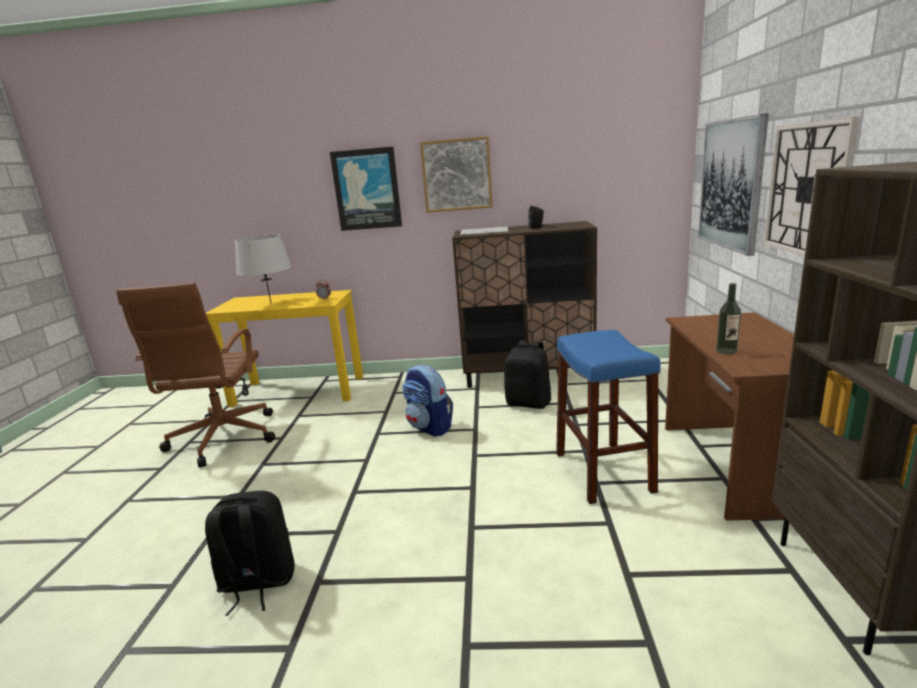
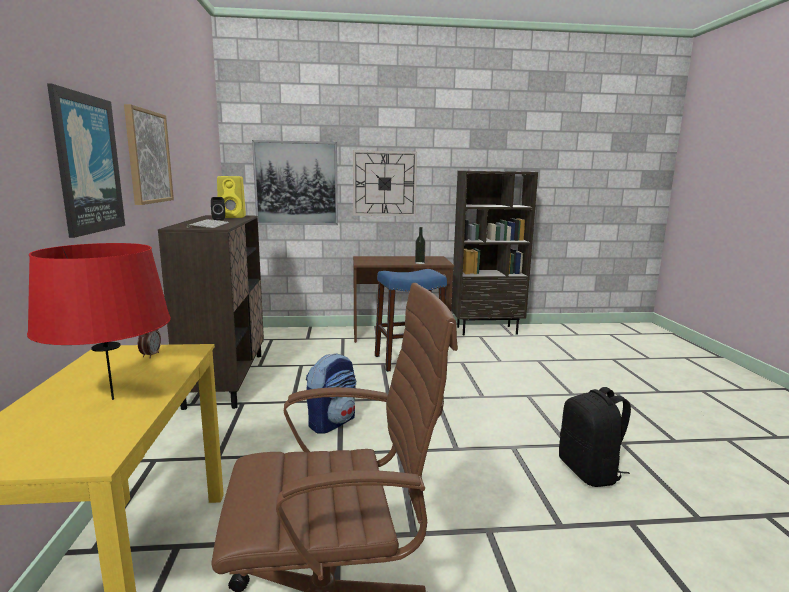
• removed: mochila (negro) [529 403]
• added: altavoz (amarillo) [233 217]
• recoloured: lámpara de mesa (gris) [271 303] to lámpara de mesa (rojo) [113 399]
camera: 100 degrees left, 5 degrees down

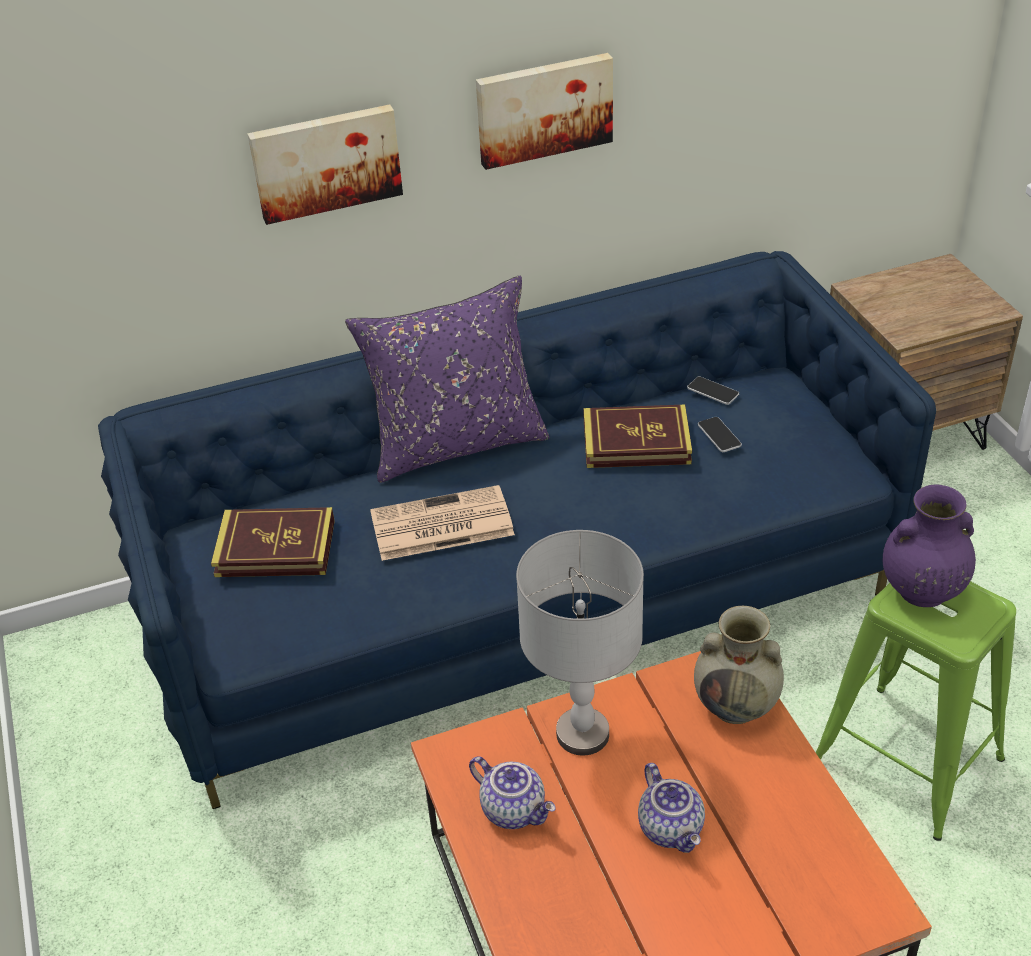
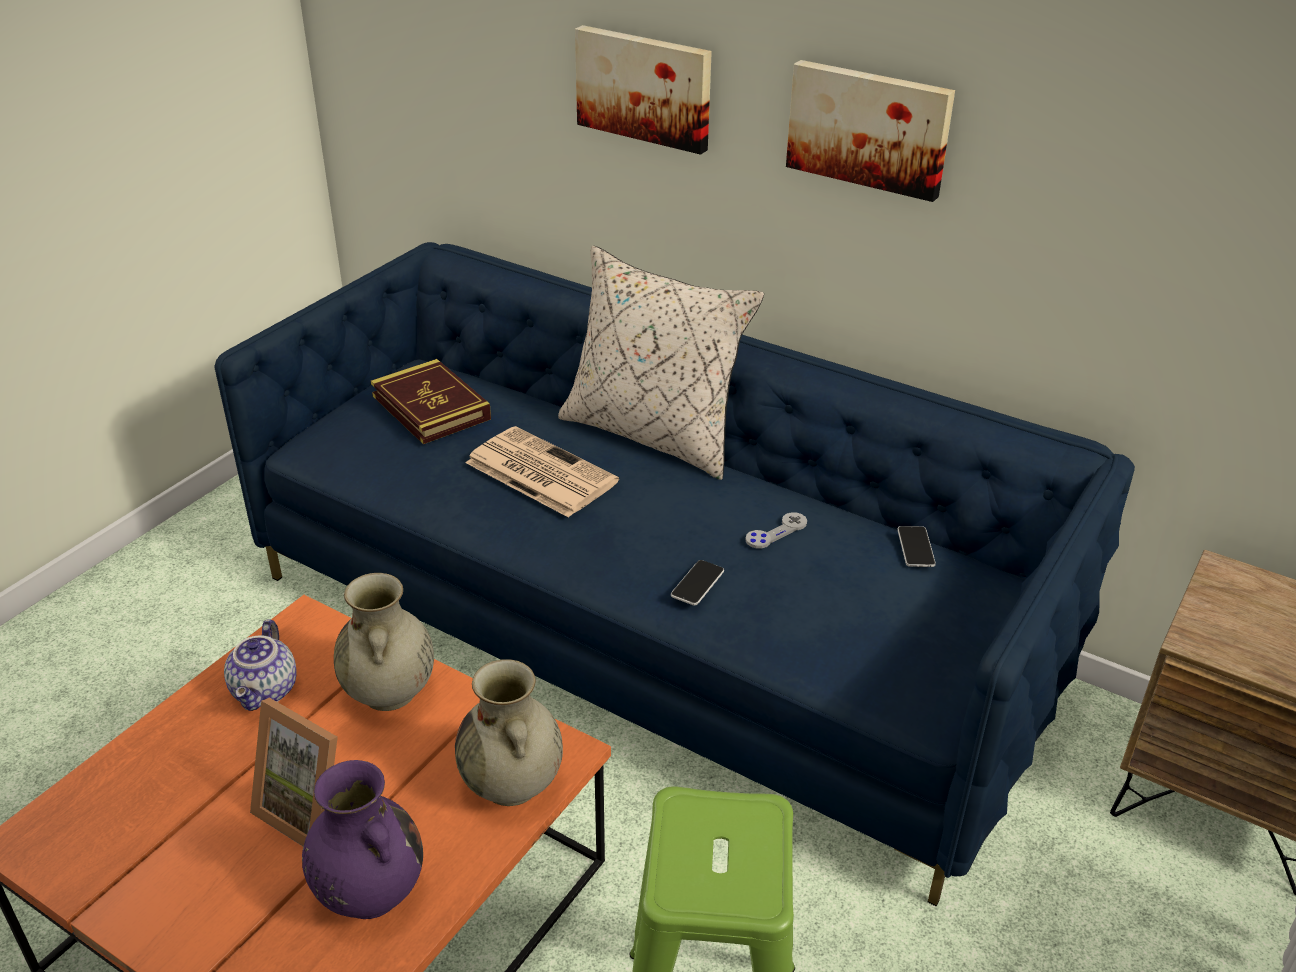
• moved: móvil [719 435] to [697 584]
• moved: florero (morado) [921 591] to [369 891]
• replaced: lámpara de mesa (gris) [583 734] to florero (beis) [389 693]
• replaced: libro [636 442] to mando de consola (gris) [776 532]
• replaced: tetera [672 828] to portarretratos [311 809]
• recoloured: cojín (morado) [456 444] to cojín (beis) [654 434]
camera: 50 degrees right, 5 degrees down

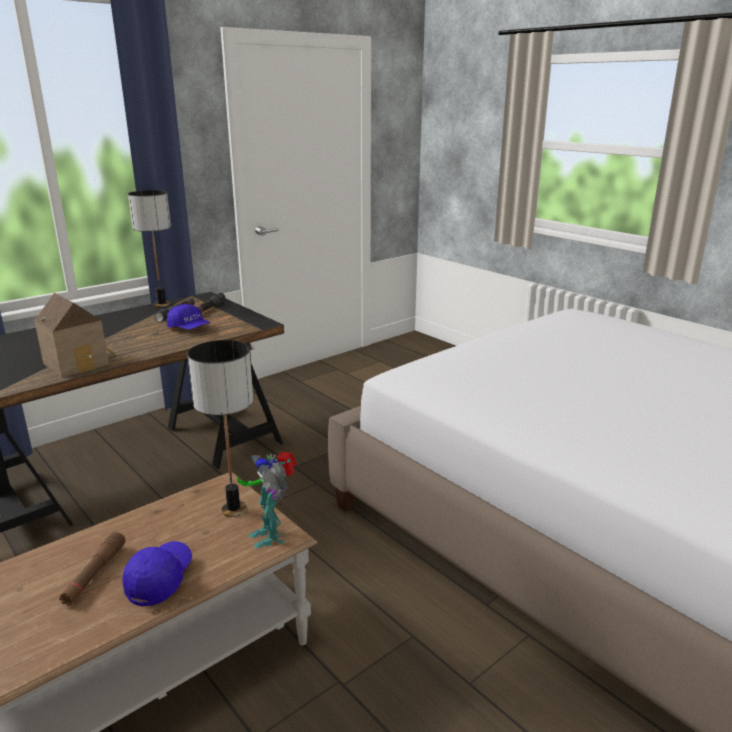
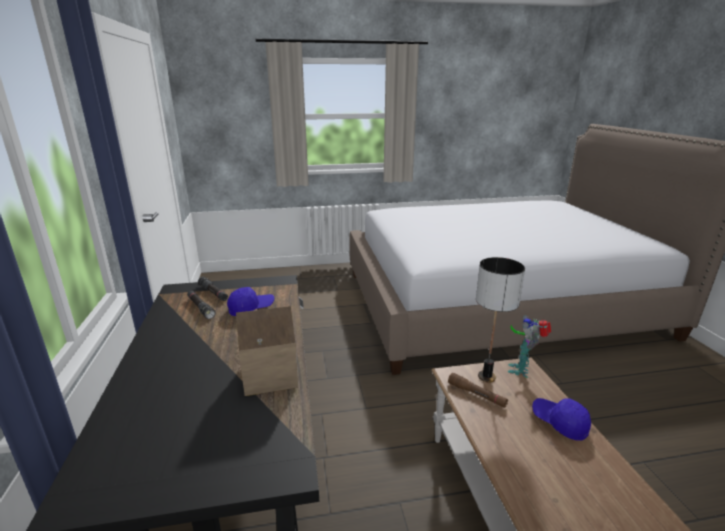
• removed: lámpara de mesa [161 304]
• moved: linterna (marrón) [94 574] to [476 394]
• turned: robot de juguete [270 534] = [521 369] 105 degrees clockwise
camera: 60 degrees left, 0 degrees up

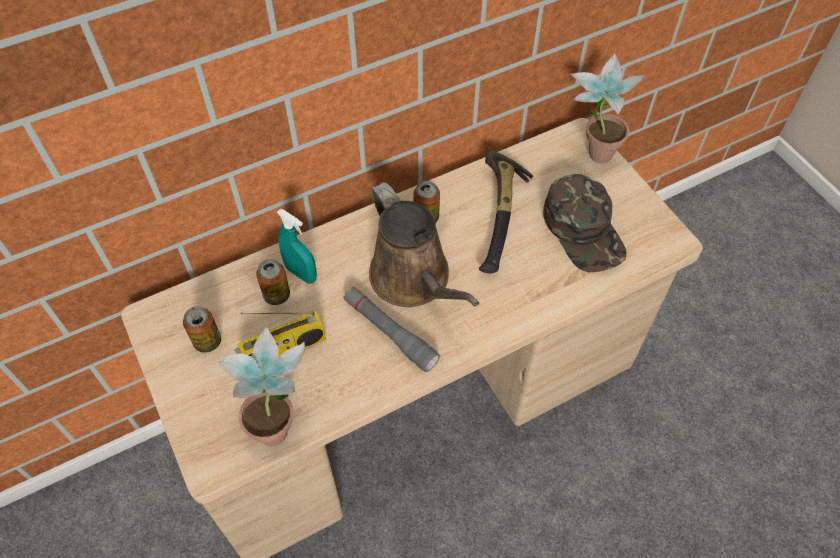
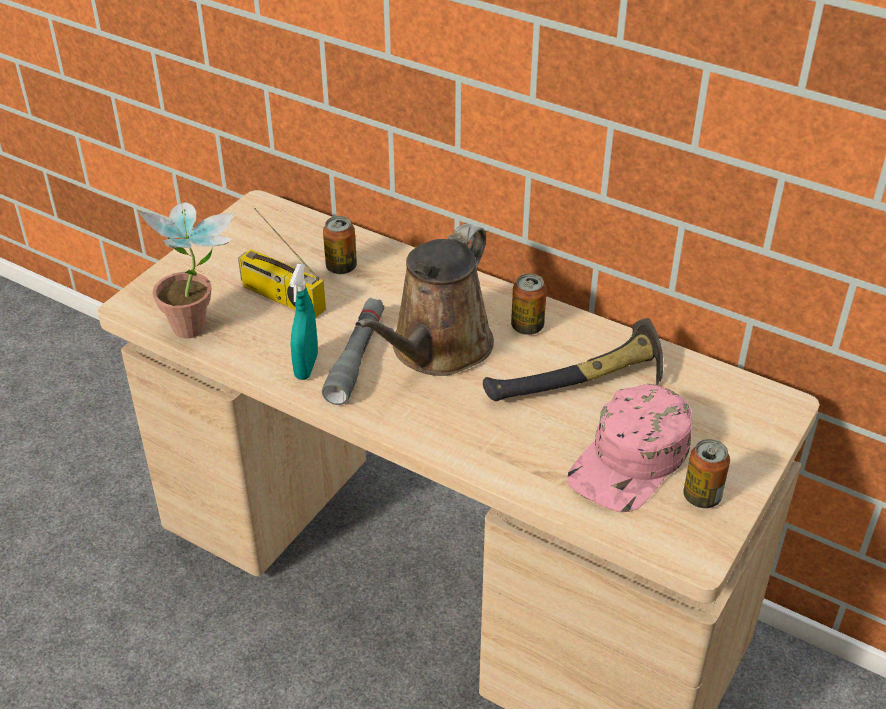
• removed: planta en maceta [591 153]
• moved: lata [207 341] to [702 496]
• moved: pulverizador (turquesa) [301 273] to [306 366]
• recoloured: gorra (verde) [584 230] to gorra (rosa) [631 460]
camera: 60 degrees right, 15 degrees down

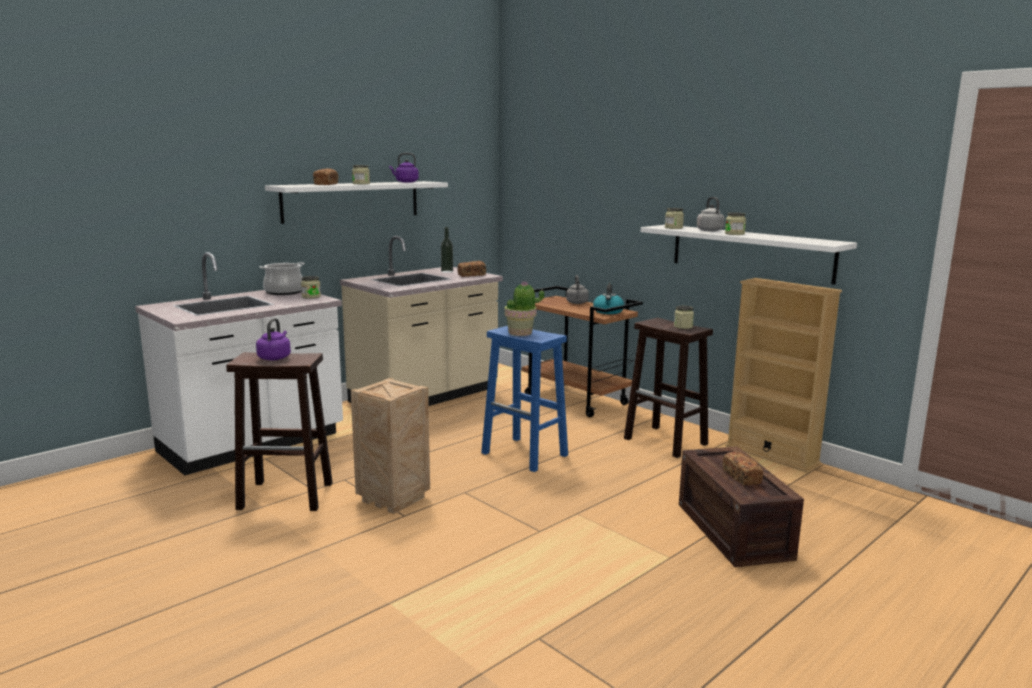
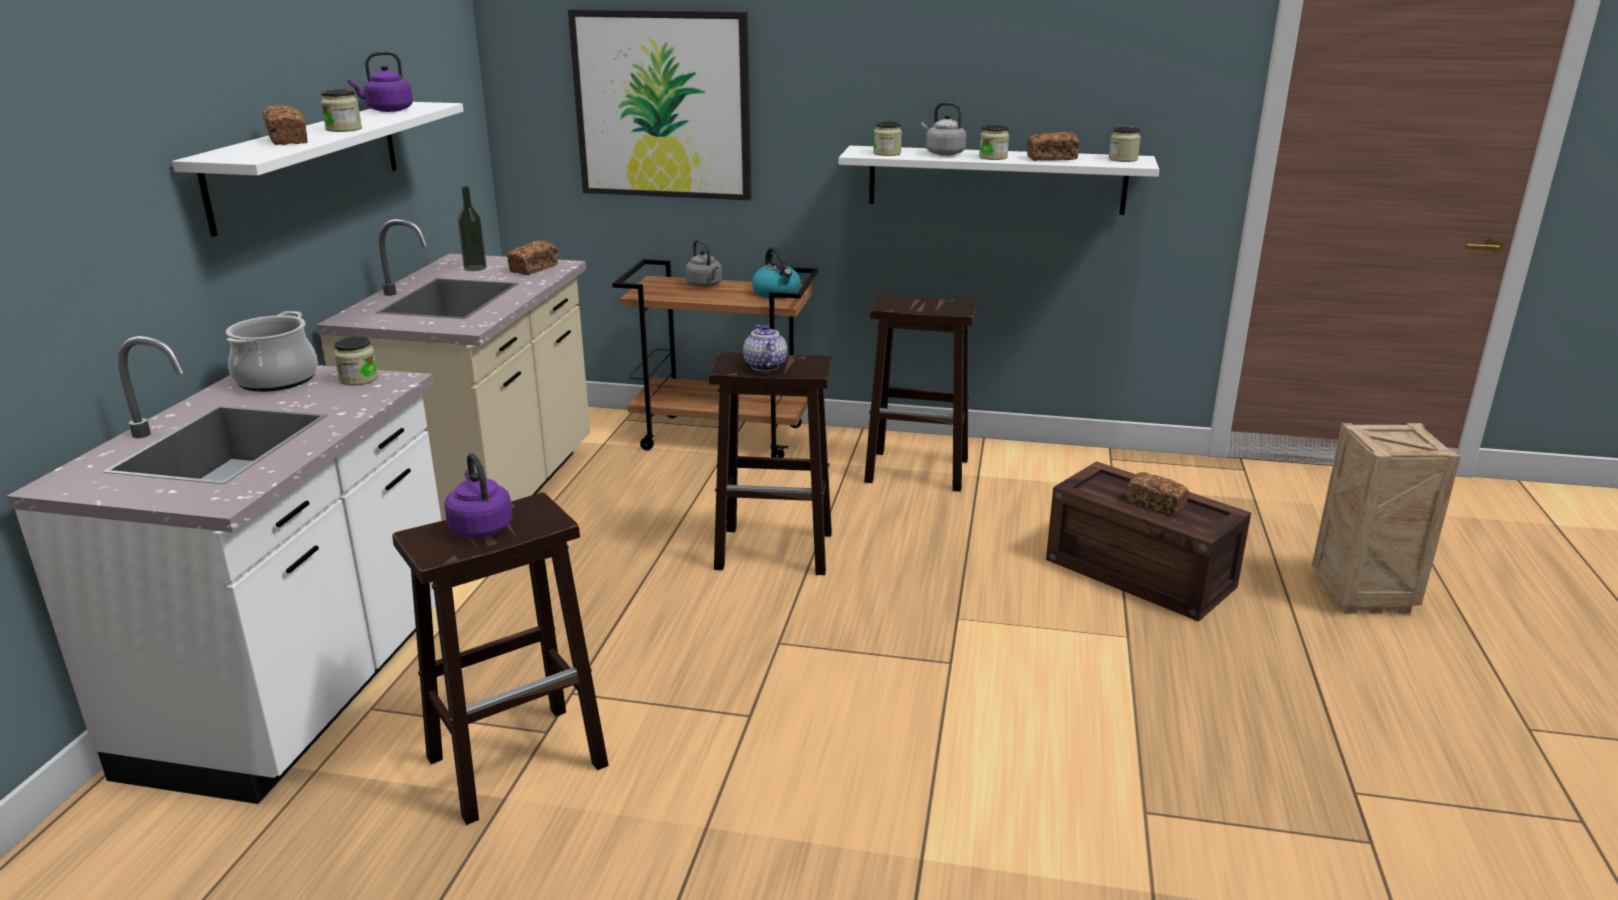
• removed: estantería (beis) [772 455]
• added: cuadro [663 105]
• added: pan [1052 158]
• moved: caja de embalaje [391 499] to [1361 596]
• moved: tarro [683 326] to [1123 159]
• replaced: planta en maceta [520 333] to tetera [764 366]
• recoloured: taburete (azul) [526 454] to taburete (marrón) [776 550]
camera: 35 degrees left, 10 degrees up

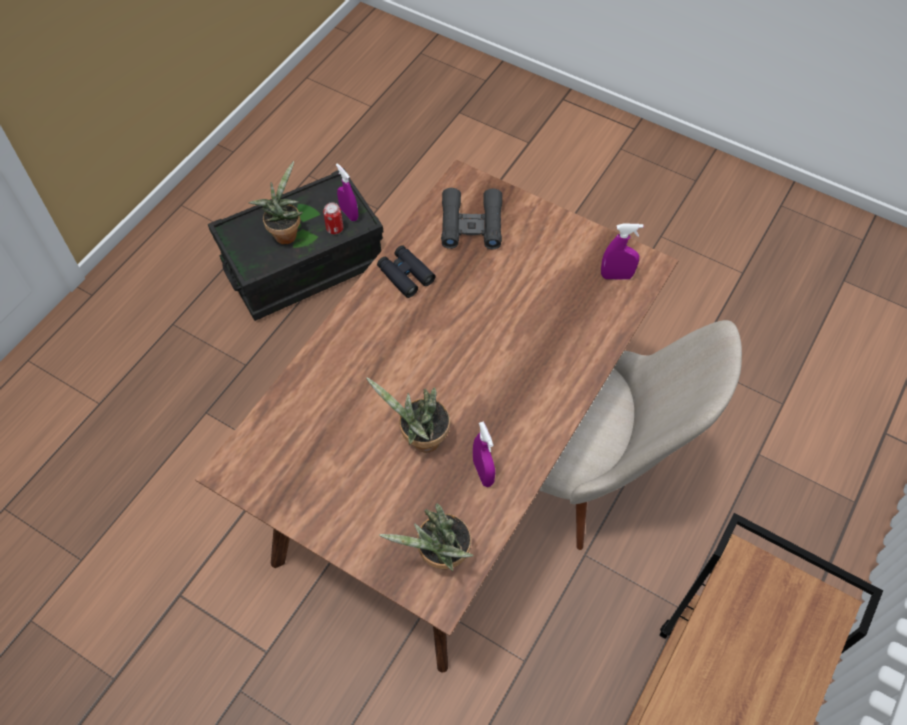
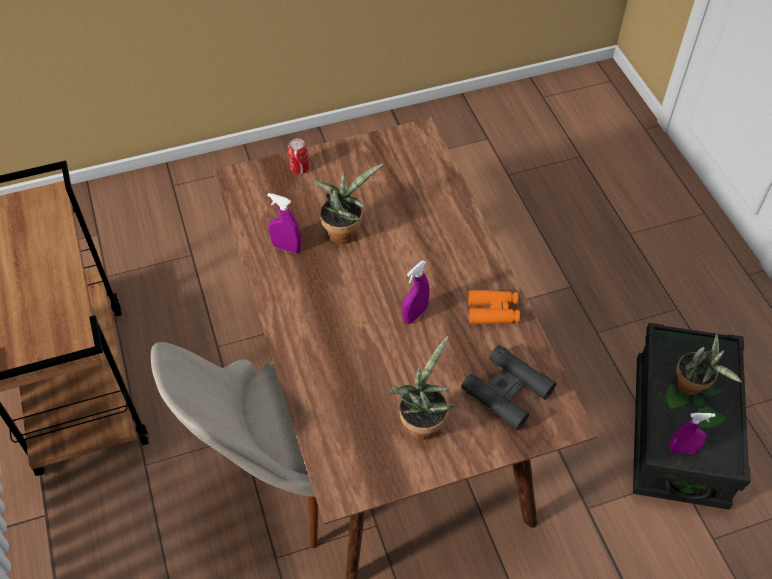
• moved: lata [334 228] to [299 169]
• moved: planta en maceta [440 558] to [422 422]
• moved: pulverizador (morado) [616 276] to [415 314]
• recoloured: prismáticos (negro) [405 275] to prismáticos (naranja) [493 311]
camera: 130 degrees right, 5 degrees down

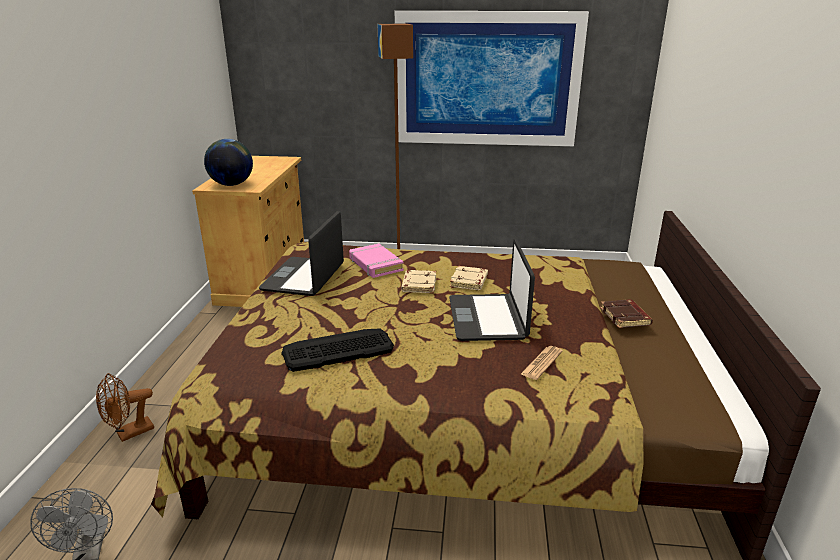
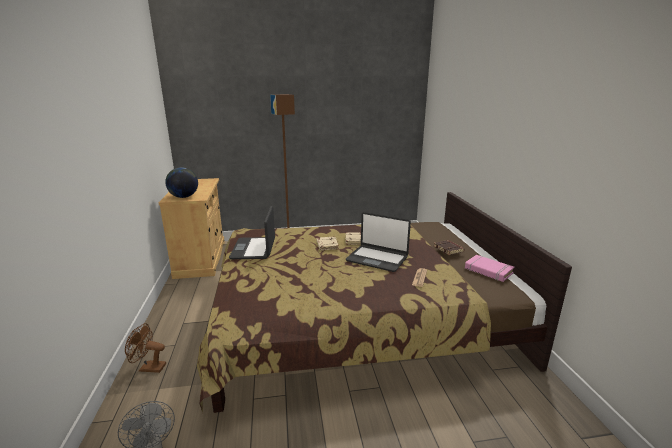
• removed: teclado [337 349]
• removed: cuadro [487 79]
• moved: libro (rosa) [375 264] to [488 271]
• turned: ventilador (marrón) [129 433] = [148 368] 60 degrees clockwise
• turned: portátil [488 318] = [377 258] 45 degrees counterclockwise
camera: 15 degrees left, 5 degrees down

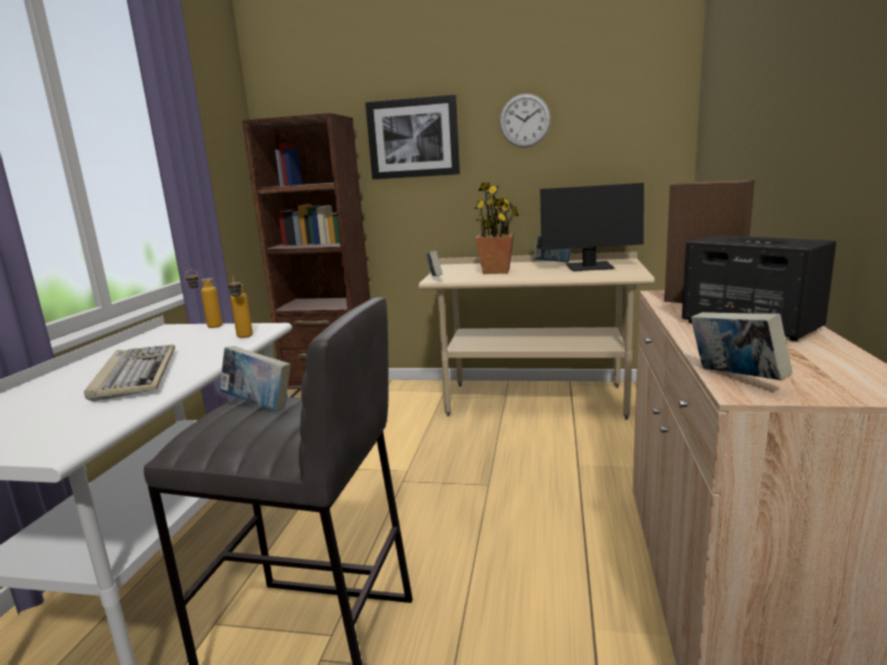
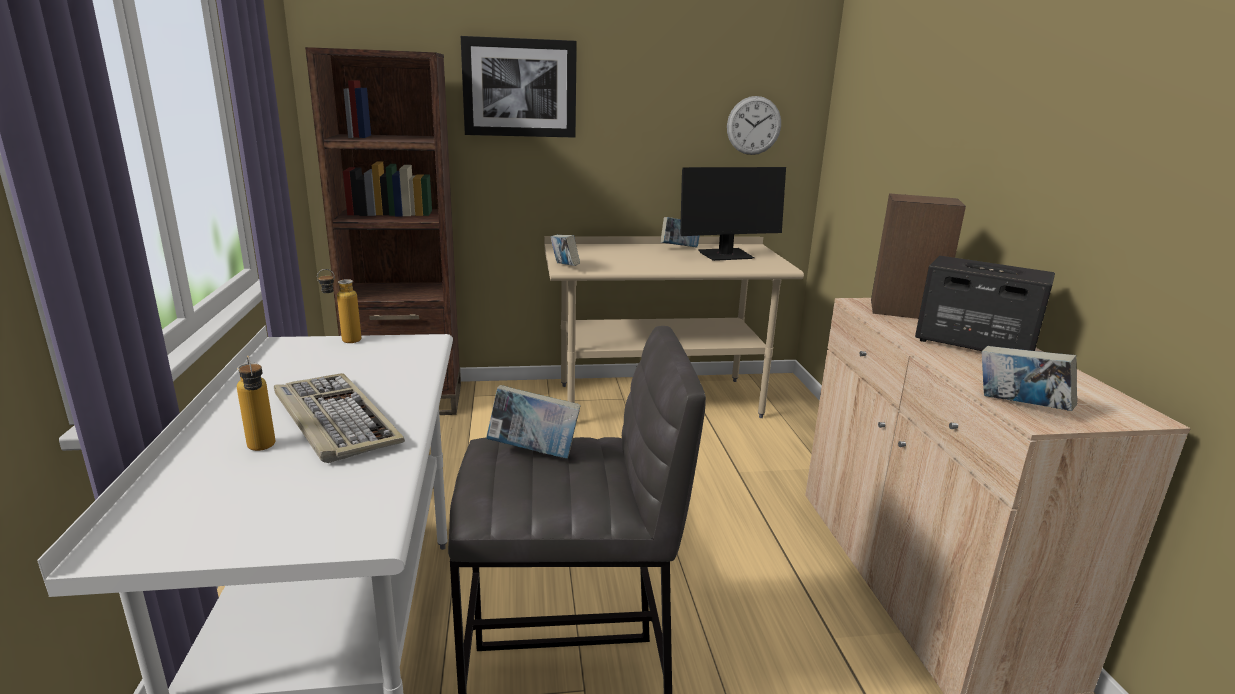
• removed: planta en maceta [496 271]
• moved: botella [244 337] to [263 450]
• moved: reloj de pared [524 120] to [754 125]
camera: 20 degrees left, 5 degrees up

